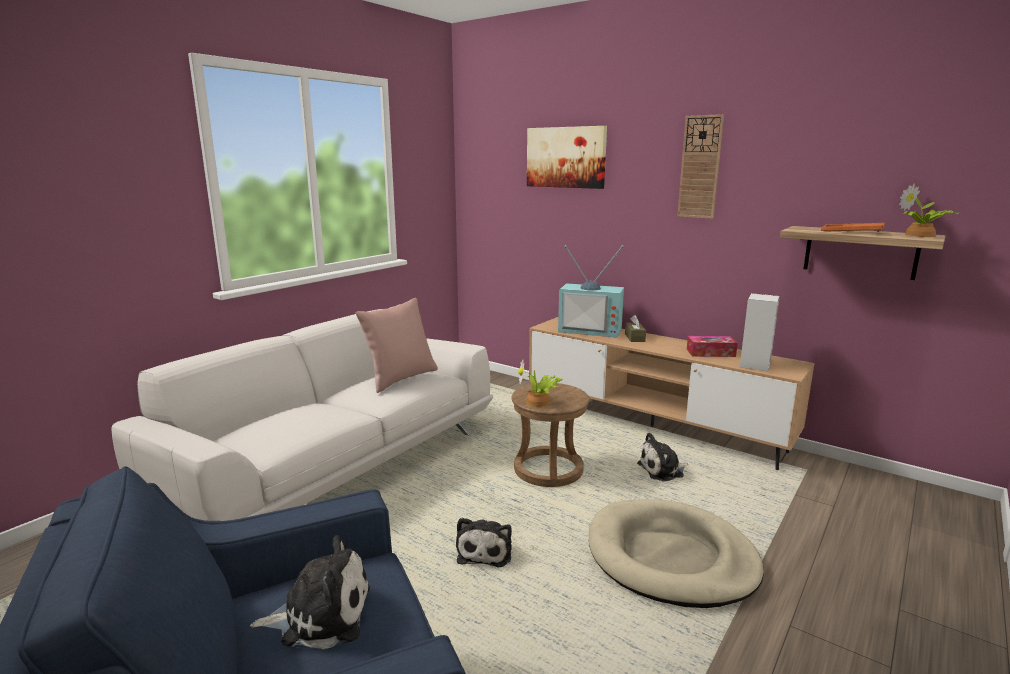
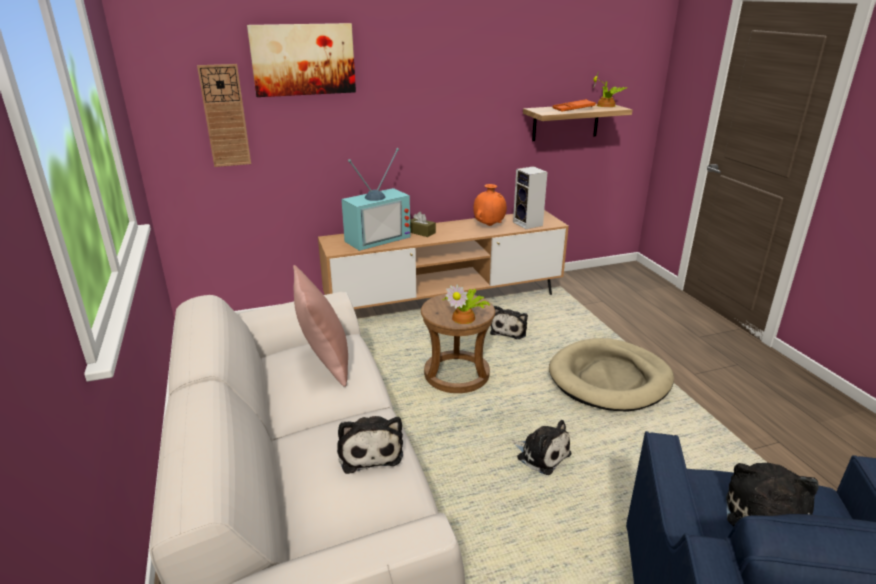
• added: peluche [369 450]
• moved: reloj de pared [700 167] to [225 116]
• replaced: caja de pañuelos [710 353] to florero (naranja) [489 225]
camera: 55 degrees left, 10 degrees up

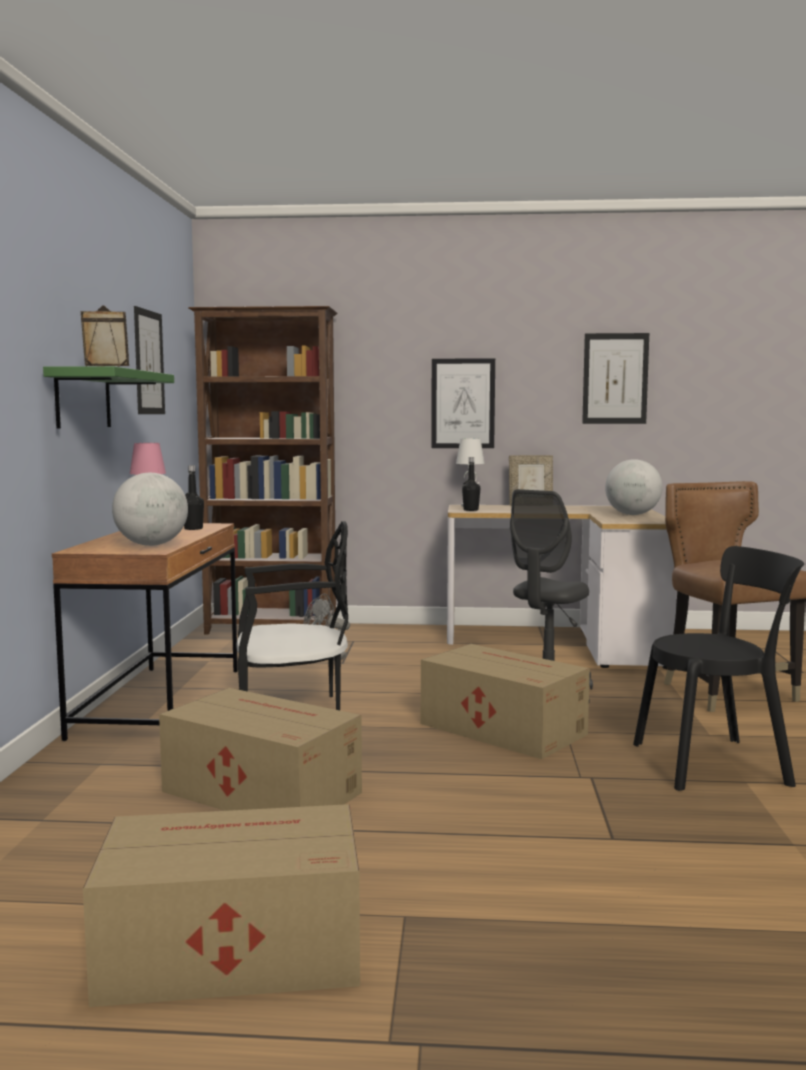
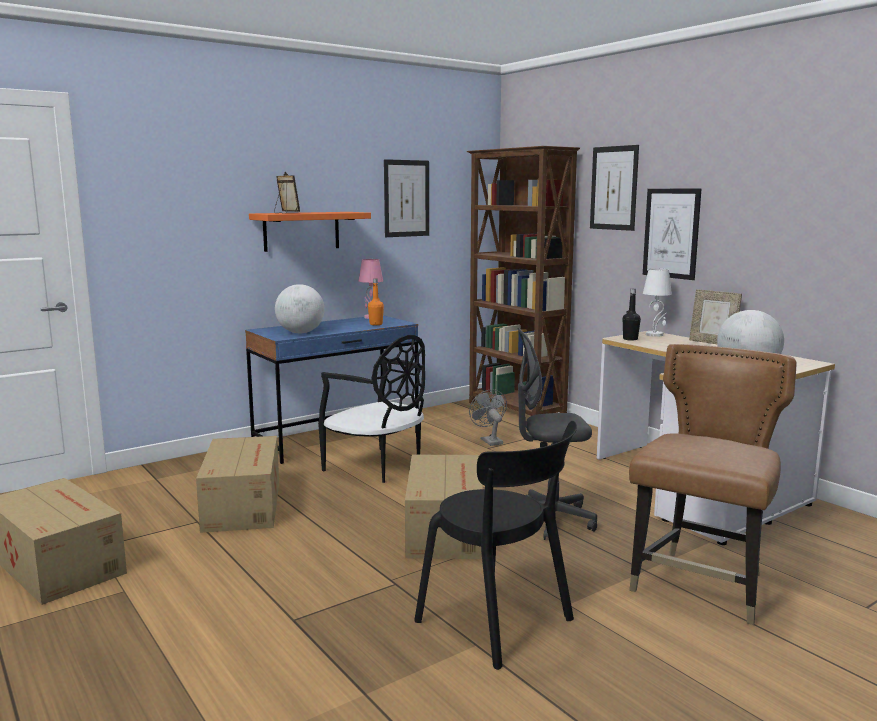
• moved: cuadro [615 378] to [614 188]
• recoloured: estante (verde) [83 399] to estante (naranja) [301 231]
• recoloured: escritorio (marrón) [160 702] to escritorio (azul) [337 438]
• recoloured: botella (negro) [193 529] to botella (naranja) [376 324]
camera: 50 degrees right, 5 degrees up

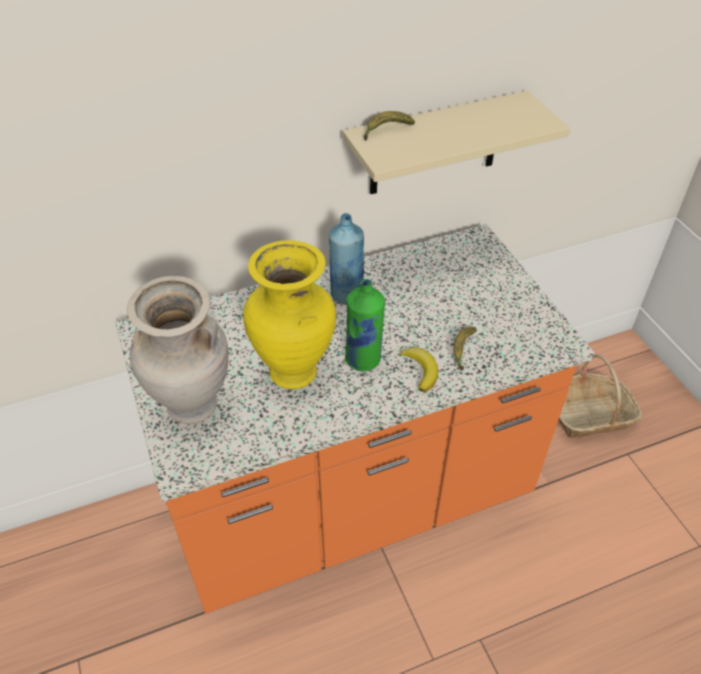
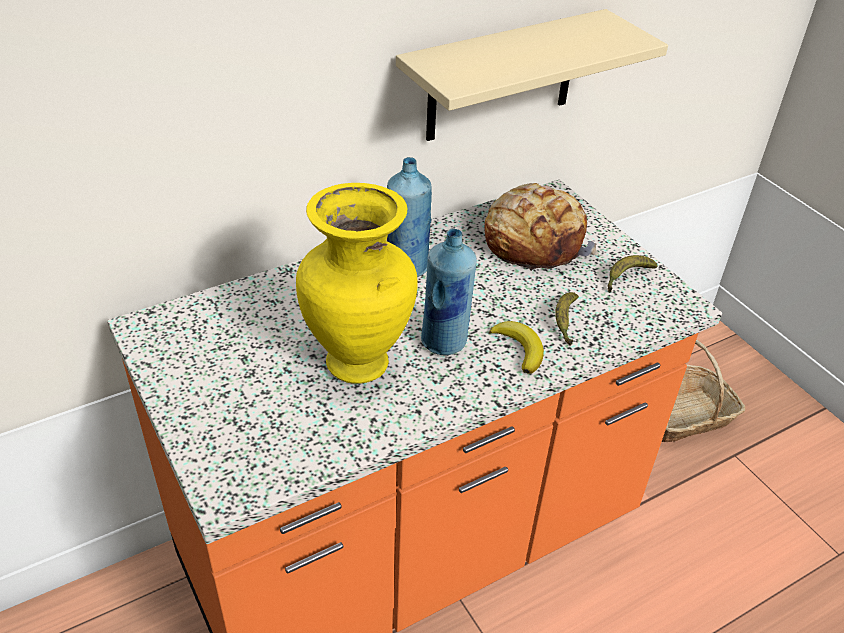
• removed: florero (beis) [192 408]
• added: pan [534 241]
• moved: plátano [386 131] to [626 277]
• recoloured: botella (verde) [363 360] to botella (azul) [444 342]
camera: 10 degrees left, 5 degrees down

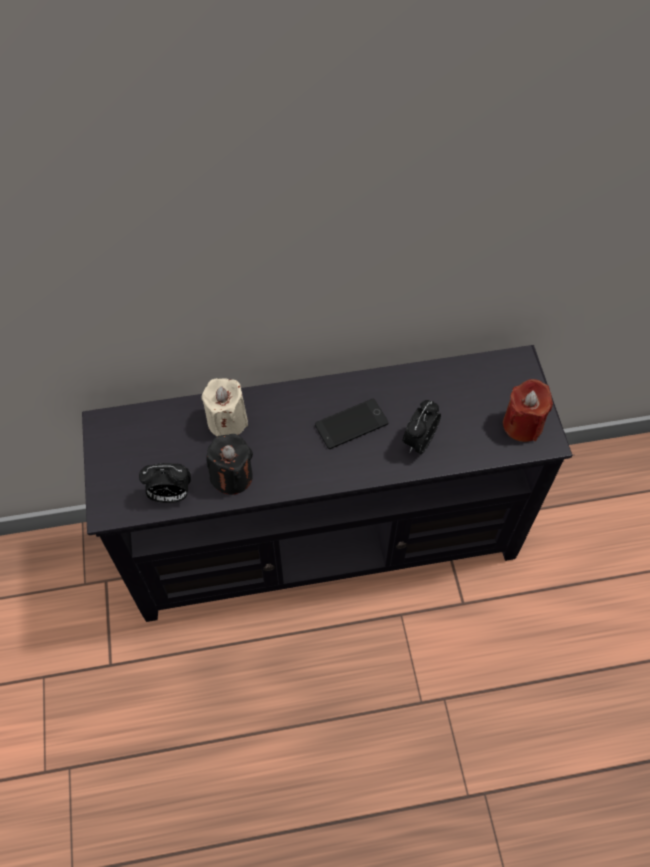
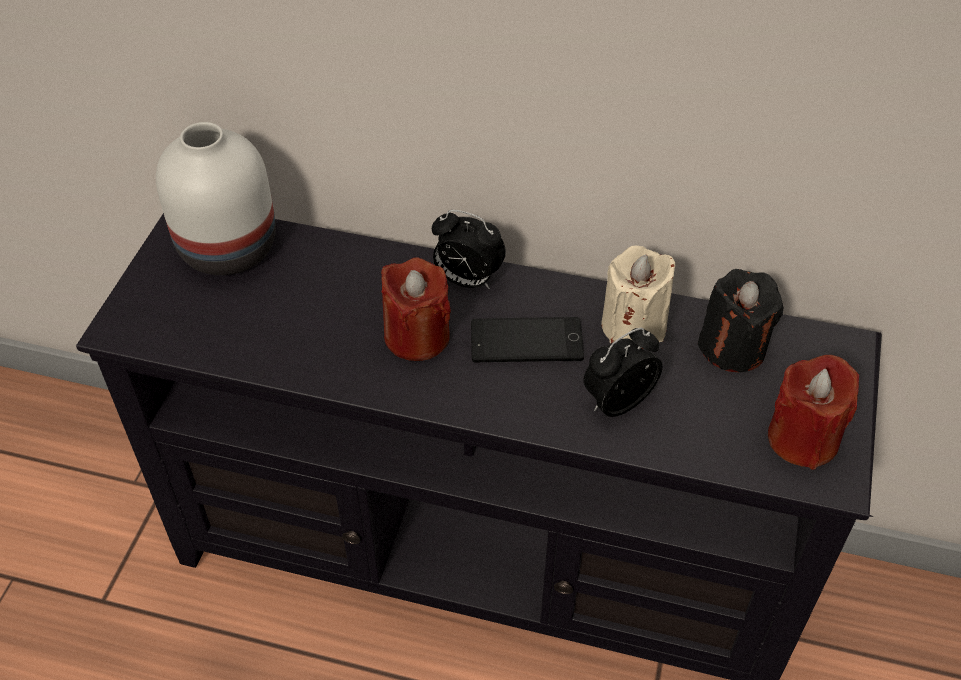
• added: florero (blanco) [227 246]
• added: vela (rojo) [417 336]
• moved: despertador [170 495] to [467 280]
• moved: vela (beis) [227 421] to [633 325]
• moved: vela (negro) [232 476] to [732 347]
camera: 25 degrees right, 10 degrees down

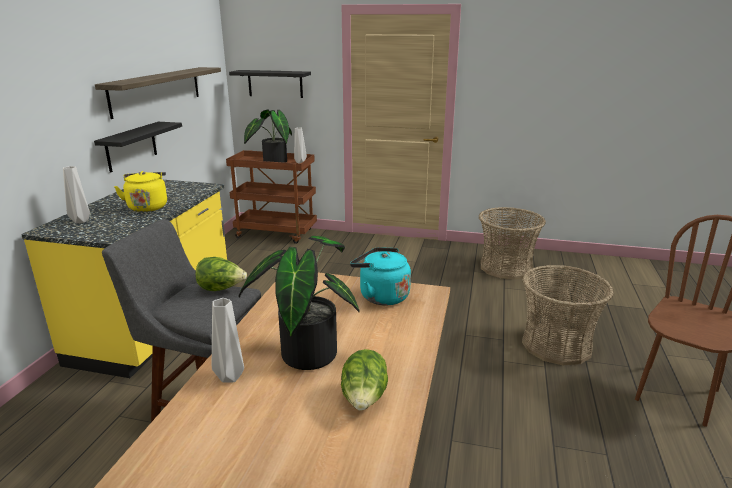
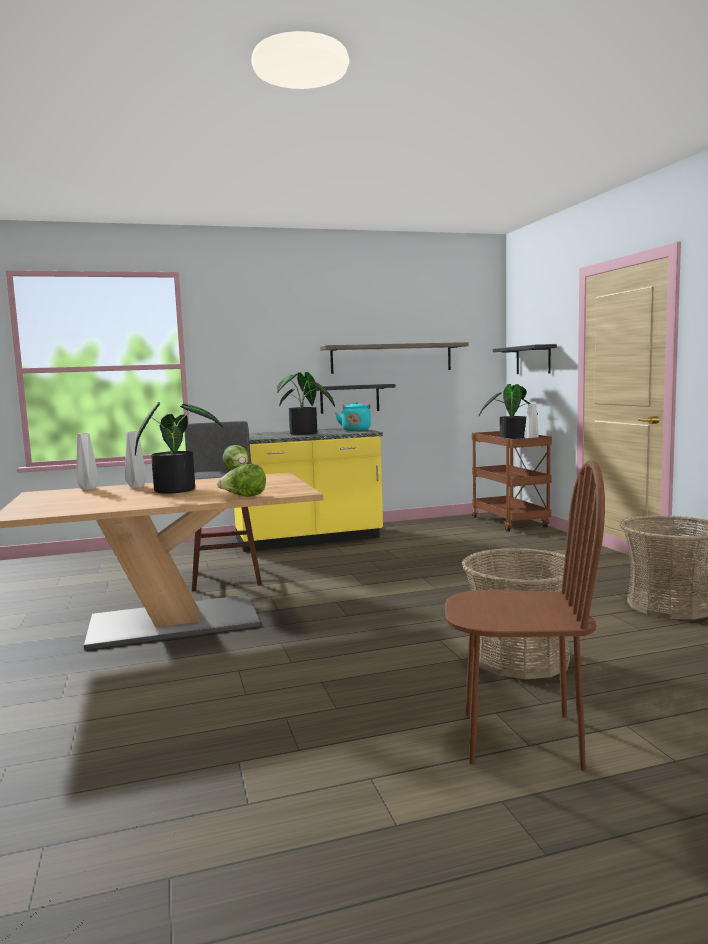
• moved: florero (gris) [81 221] to [89 488]
• moved: lechuga [364 400] to [244 497]
• moved: hervidor (turquesa) [381 296] to [356 430]
• replaced: hervidor (amarillo) [147 207] to planta en maceta [305 433]
camera: 60 degrees right, 15 degrees down

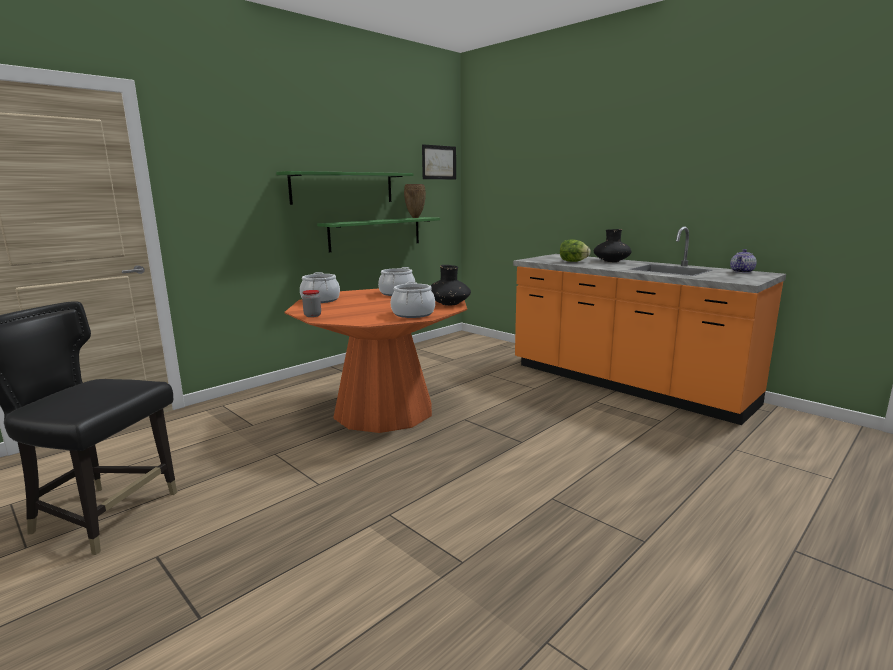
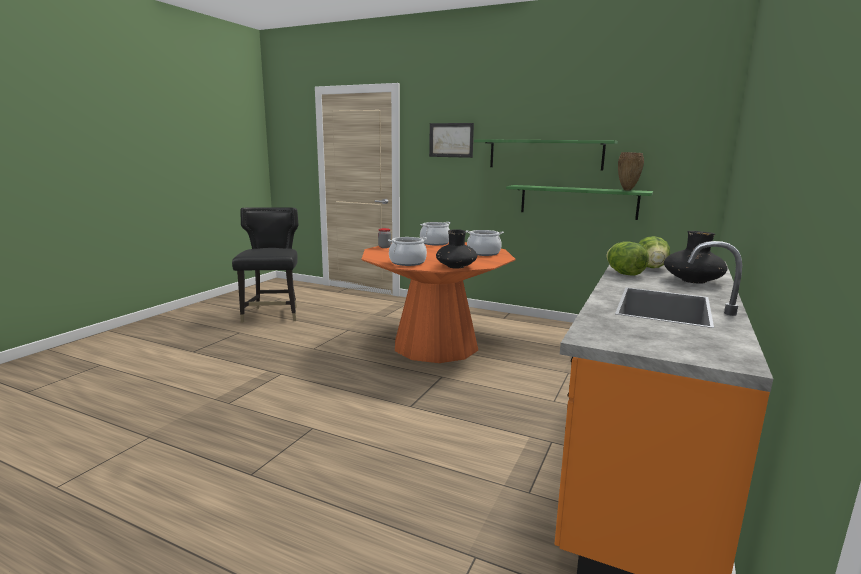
• removed: tetera [742 272]
• added: lechuga [624 274]
• moved: cuadro [439 162] to [451 140]
camera: 70 degrees right, 0 degrees up

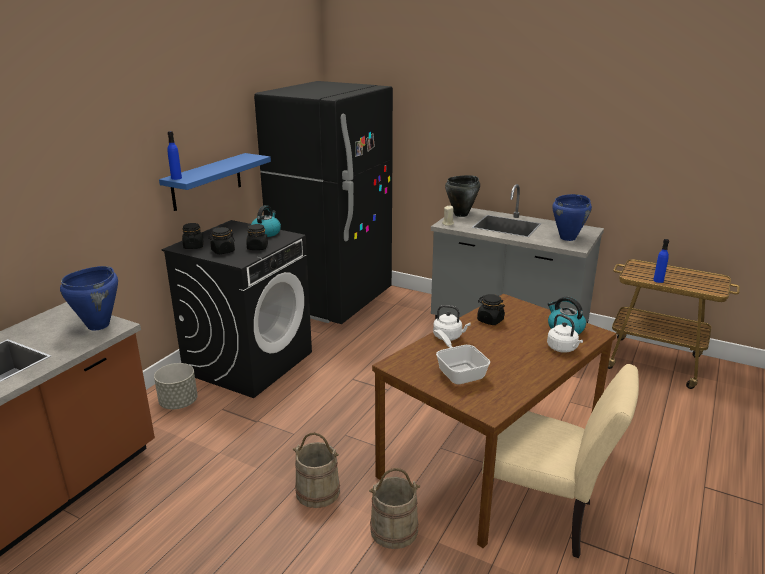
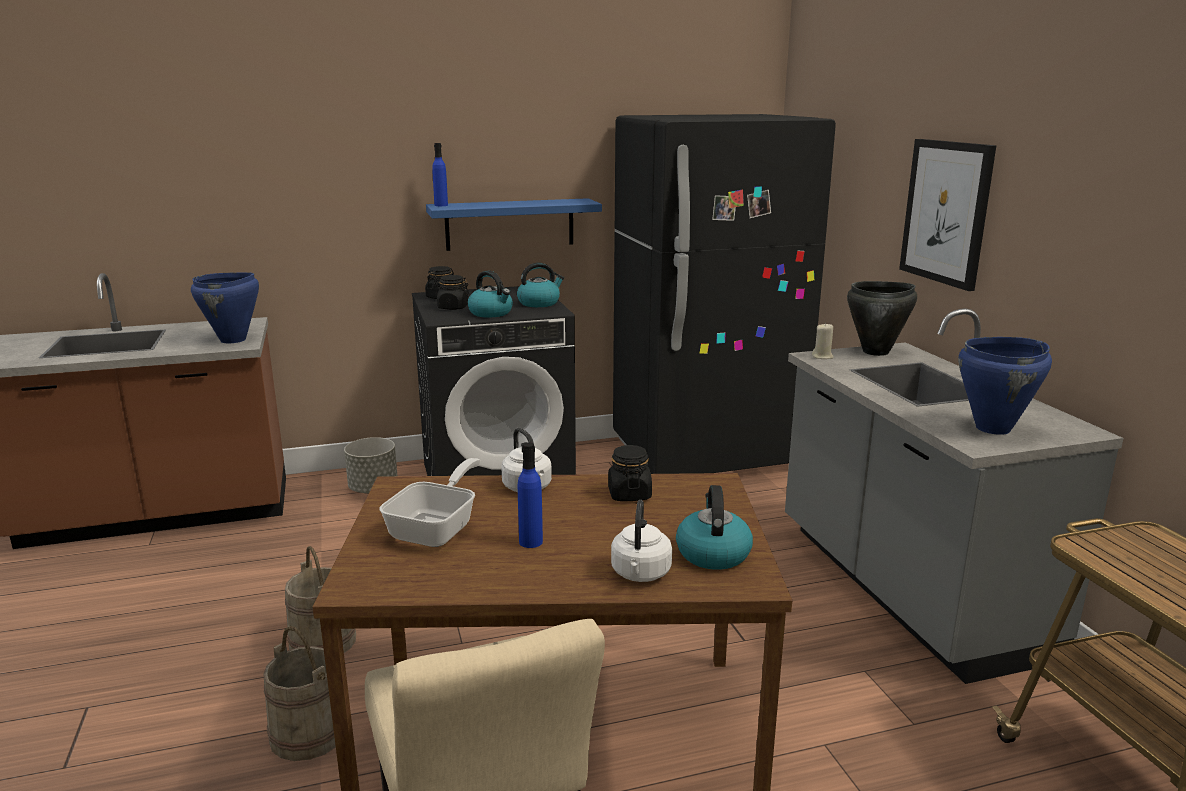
• added: cuadro [946 212]
• moved: botella (azul) [658 280] to [531 542]
• replaced: tarro (negro) [257 248] to hervidor [491 313]
camera: 45 degrees right, 5 degrees down

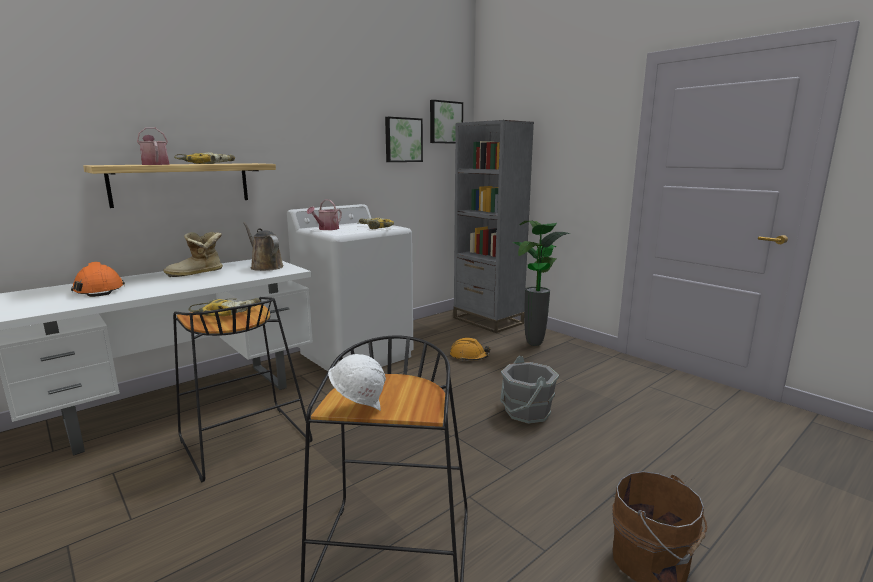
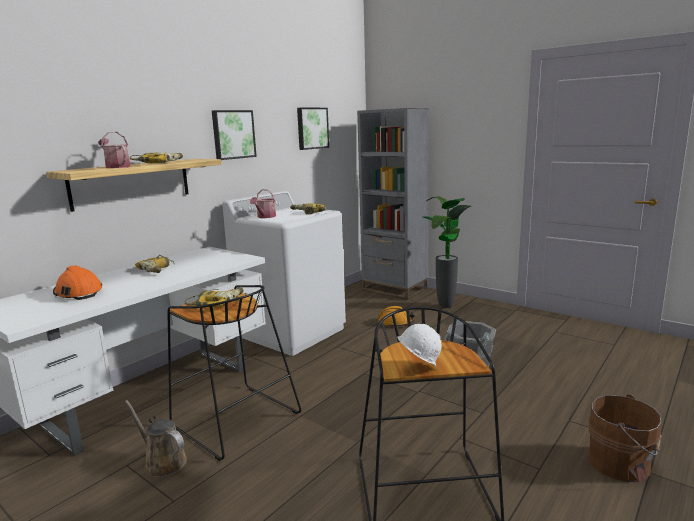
• moved: regadera (marrón) [265 267] to [162 462]
• moved: cuadro [445 122] to [233 134]
• replaced: bota [197 274] to taladro [158 269]
camera: 10 degrees left, 0 degrees up

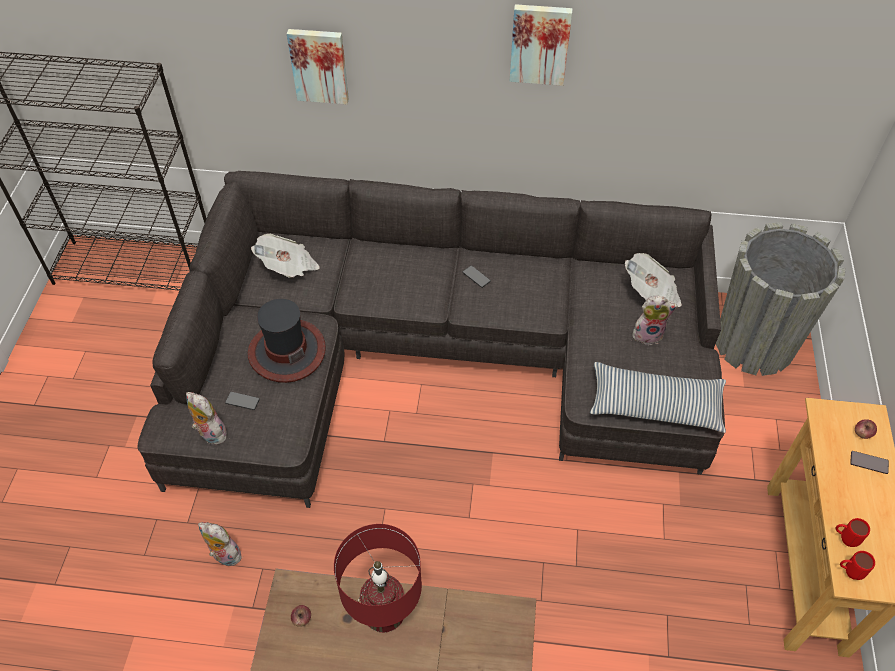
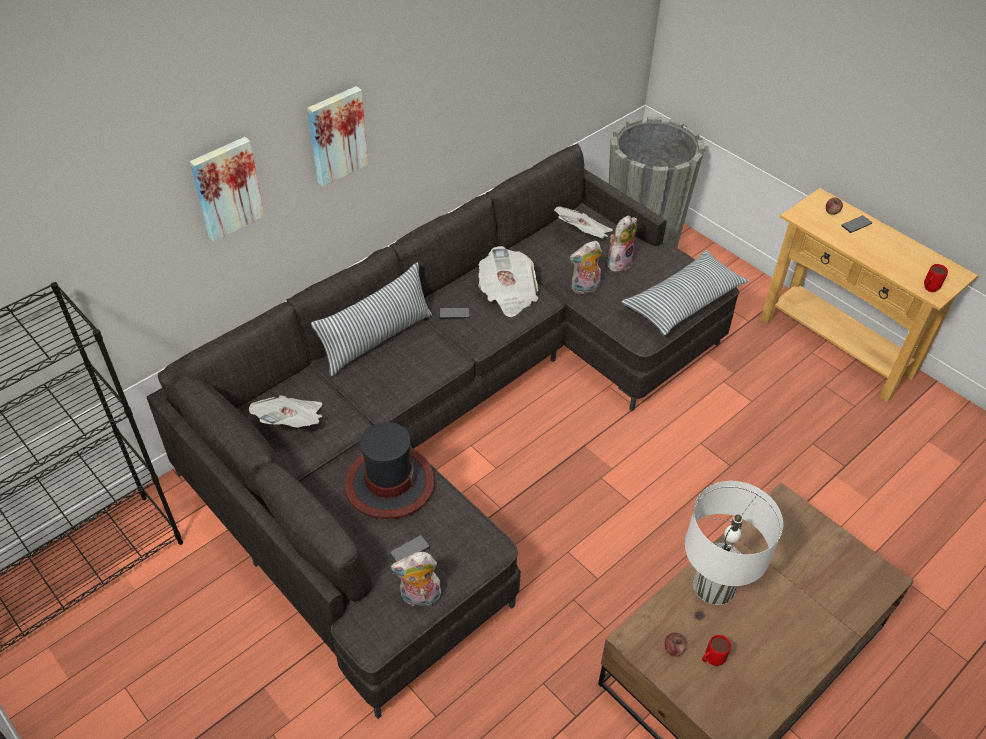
• added: cojín [377 339]
• added: periódico [508 294]
• moved: peluche [224 555] to [585 288]
• moved: cuadro [540 43] to [336 135]
• moved: taza grande (rojo) [844 539] to [710 661]
• recoloured: lámpara de mesa (rojo) [384 612] to lámpara de mesa (blanco) [714 585]
camera: 50 degrees left, 5 degrees down

